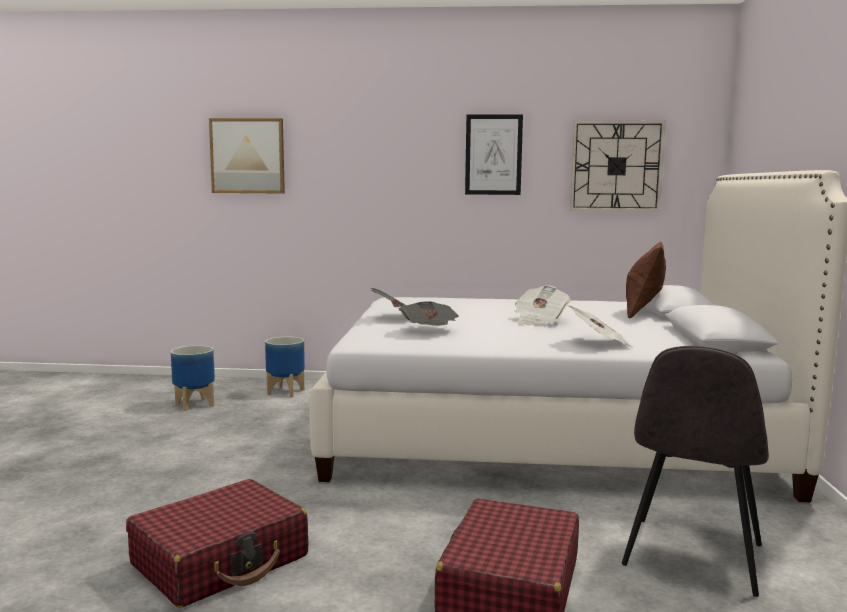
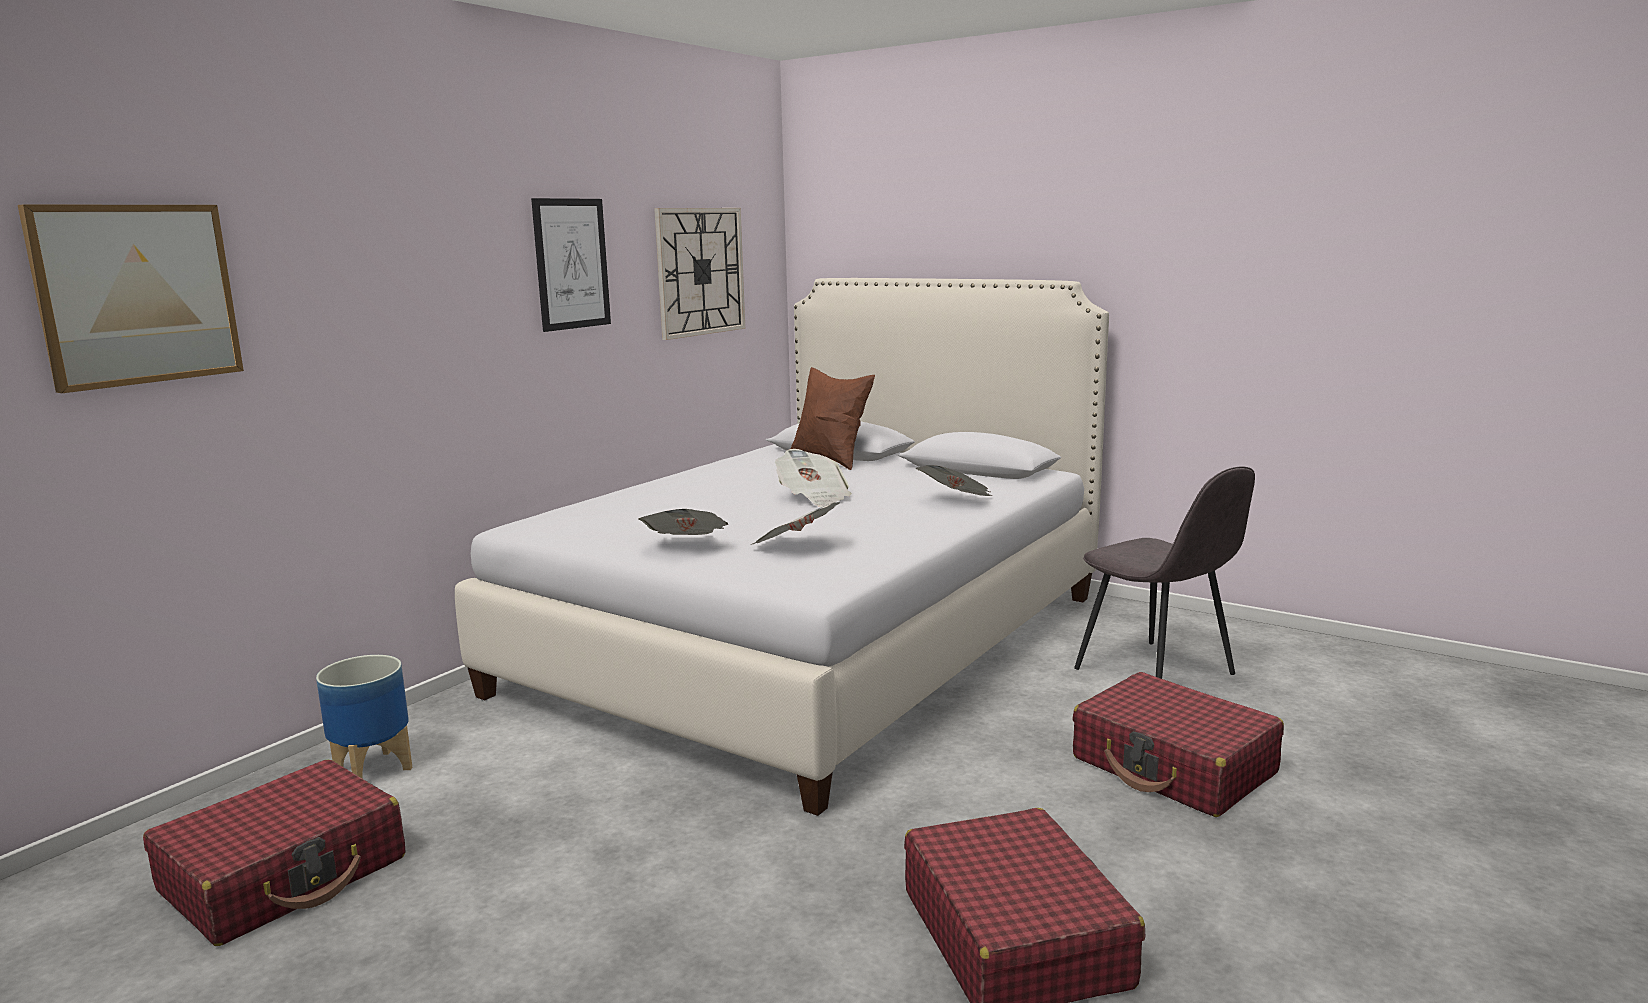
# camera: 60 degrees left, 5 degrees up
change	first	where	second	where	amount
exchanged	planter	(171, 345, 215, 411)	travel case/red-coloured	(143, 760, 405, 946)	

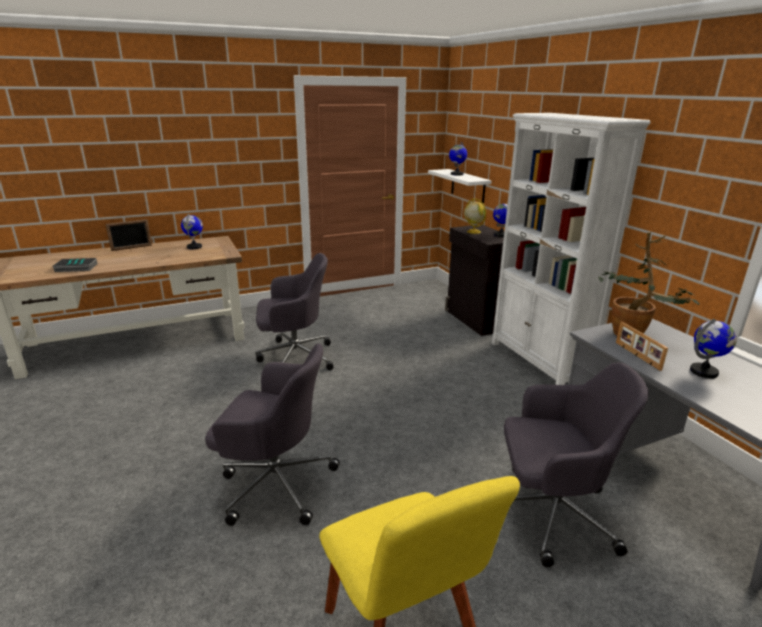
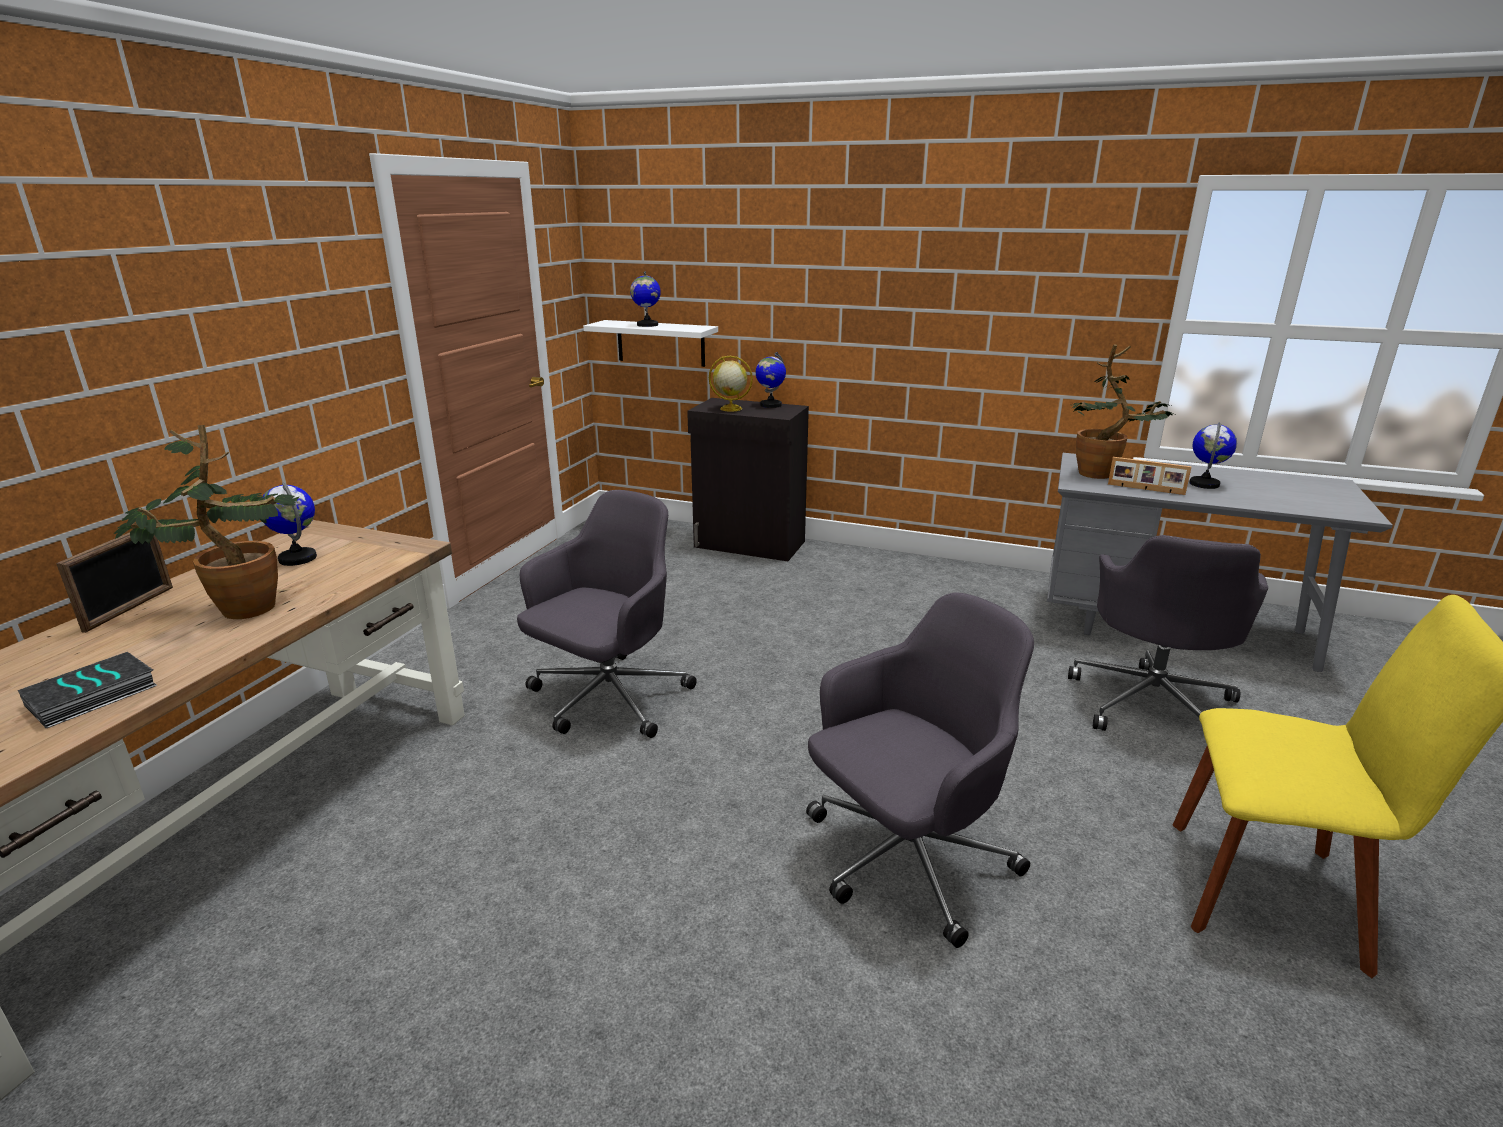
# camera: 45 degrees left, 0 degrees up
change	first	where	second	where	amount
missing	bookshelf/white	(491, 113, 651, 385)			
spun	office chair/greyish	(504, 362, 648, 567)		(1068, 535, 1268, 731)	150 degrees clockwise
appeared			houseplant	(114, 425, 299, 619)	

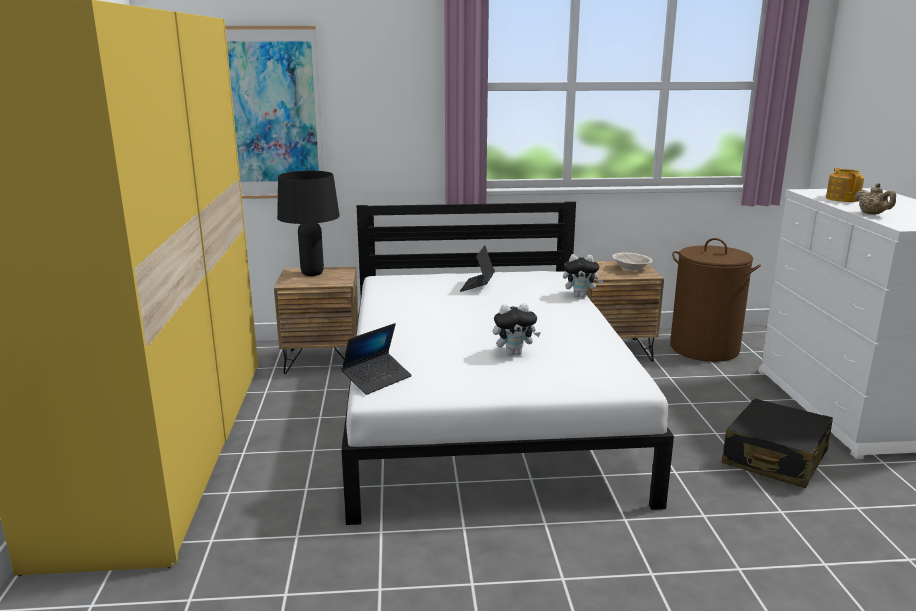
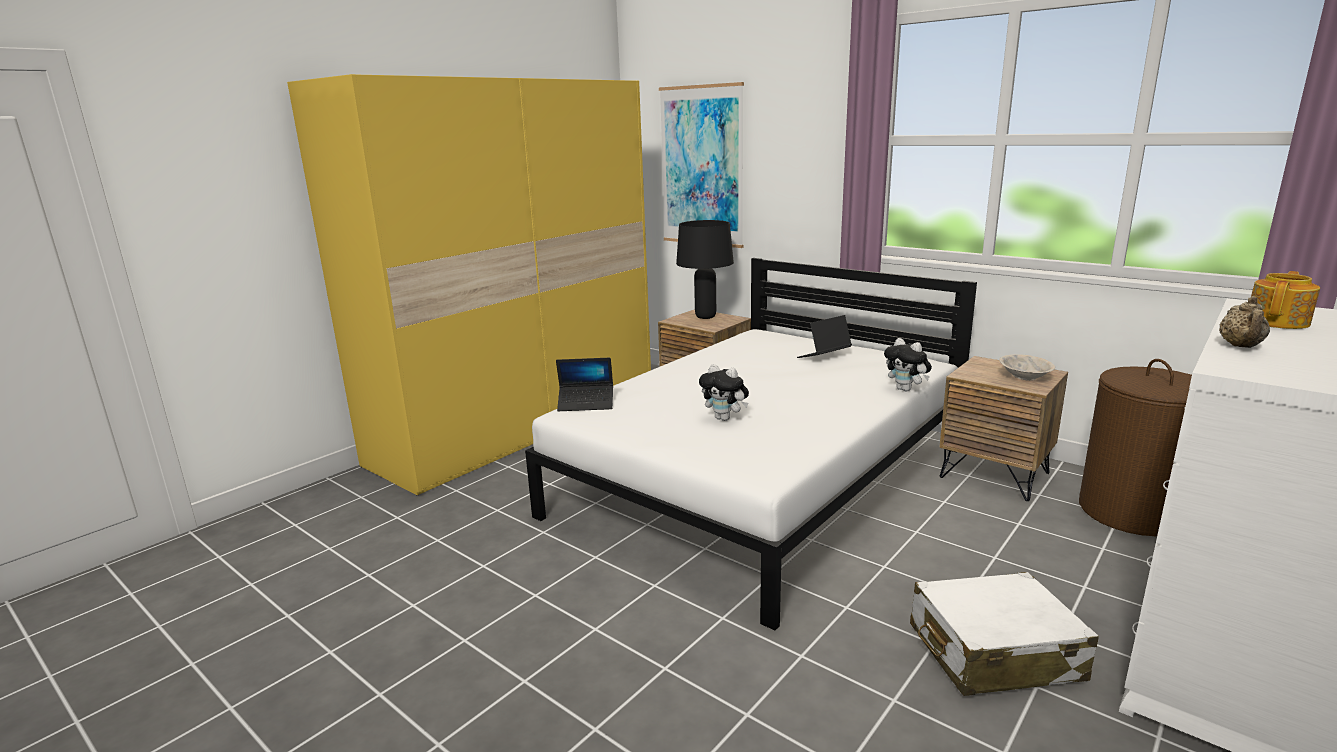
# camera: 45 degrees right, 0 degrees up
change	first	where	second	where	amount
colour	travel case/black-coloured	(722, 398, 833, 488)	travel case/white	(910, 572, 1099, 696)	

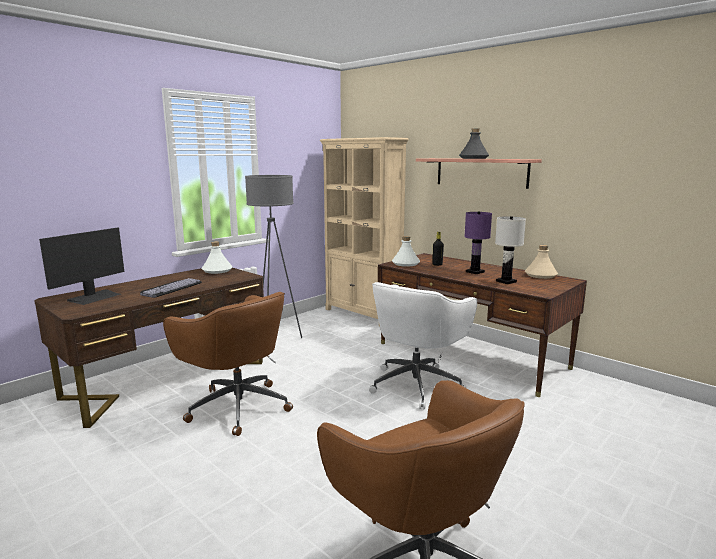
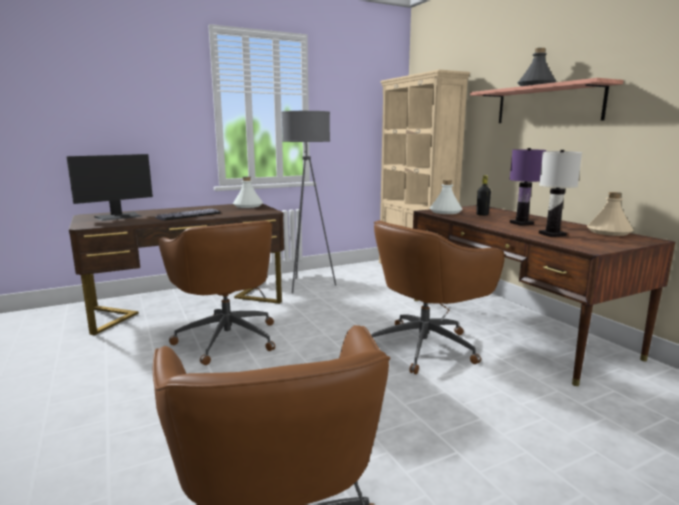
# camera: 20 degrees right, 0 degrees up
change	first	where	second	where	amount
colour	office chair/white	(369, 282, 477, 410)	office chair/brownish	(371, 220, 505, 374)	

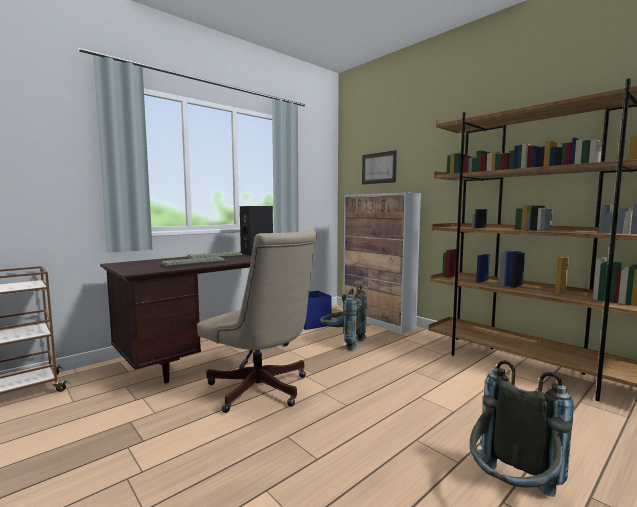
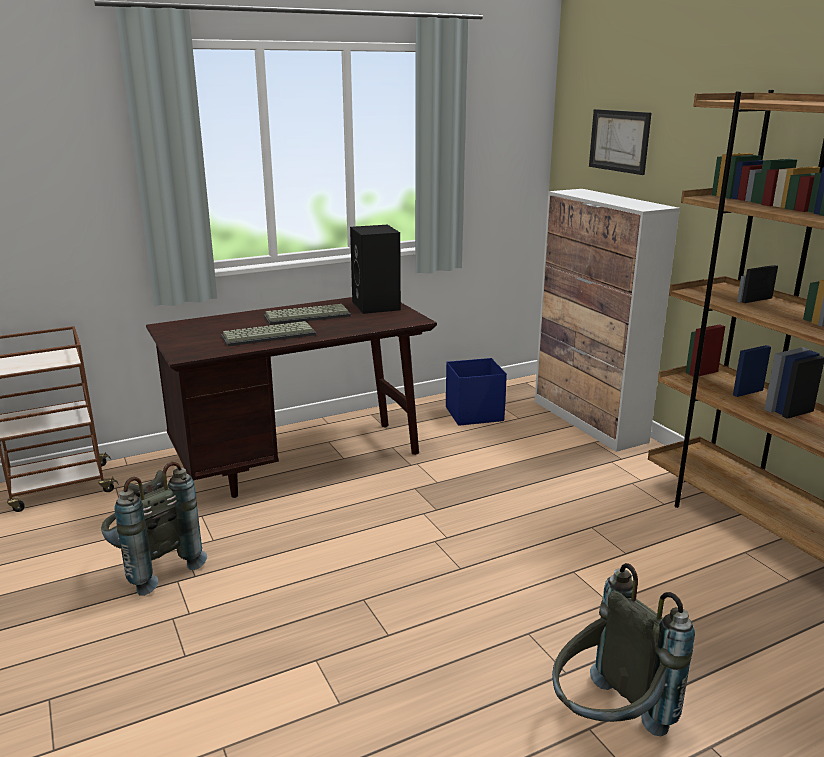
# camera: 15 degrees right, 15 degrees up
change	first	where	second	where	amount
missing	office chair/beige	(197, 230, 317, 413)			
relocated	rucksack/greyish	(320, 285, 367, 350)		(101, 462, 207, 596)	

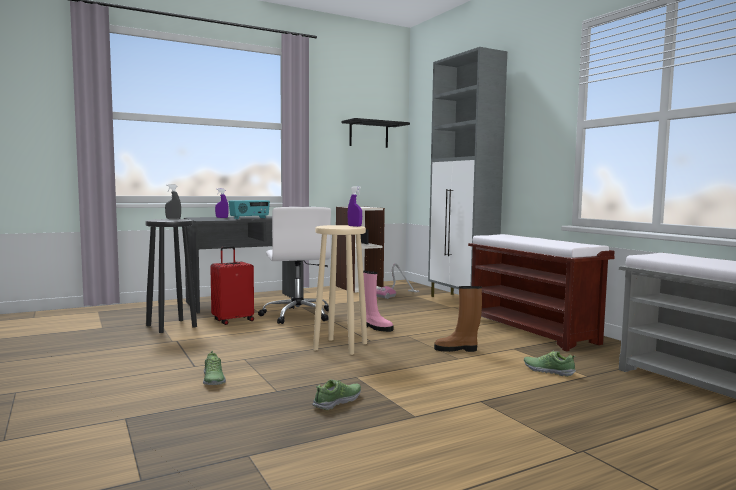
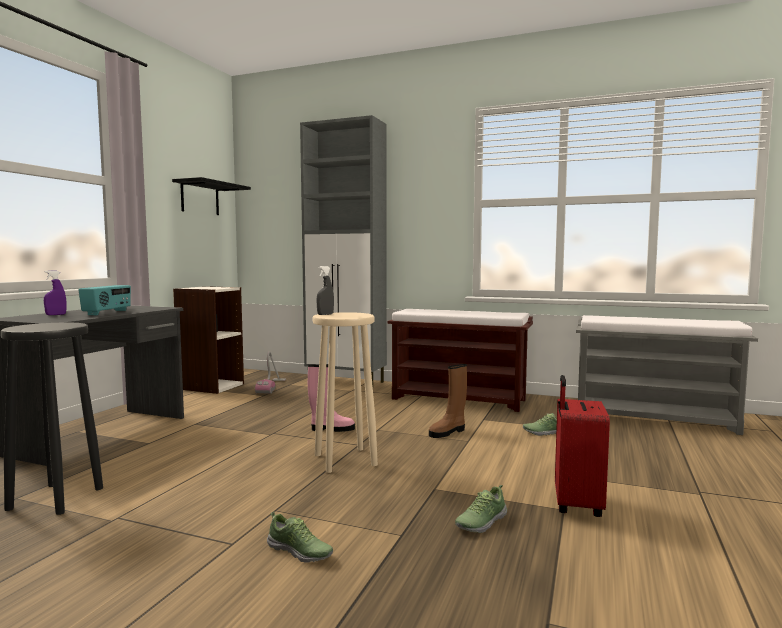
# camera: 40 degrees left, 0 degrees up
change	first	where	second	where	amount
relocated	sprayer/greyish	(165, 184, 181, 219)		(317, 266, 334, 315)	
relocated	travel case/red-coloured	(210, 246, 254, 325)		(555, 375, 610, 517)	
missing	office chair/white	(258, 207, 331, 324)			
spun	low shoe	(312, 379, 361, 410)		(455, 485, 507, 533)	135 degrees counterclockwise
missing	sprayer/purple	(347, 186, 362, 227)			

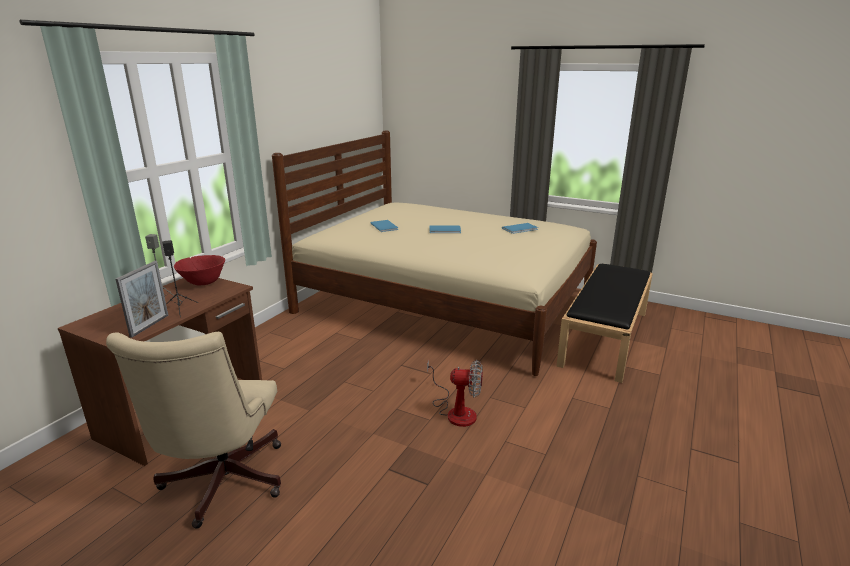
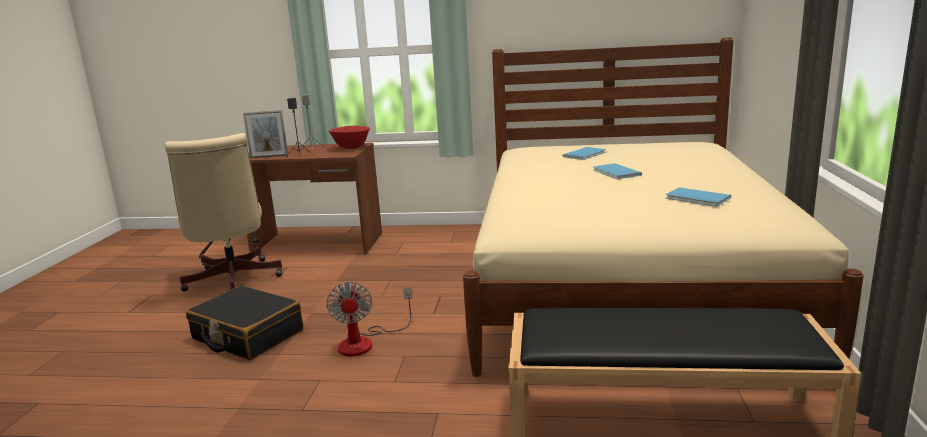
# camera: 70 degrees right, 5 degrees down
change	first	where	second	where	amount
spun	office chair/beige	(106, 332, 281, 529)		(165, 133, 283, 291)	90 degrees counterclockwise
appeared			travel case/black-coloured	(186, 285, 303, 360)	

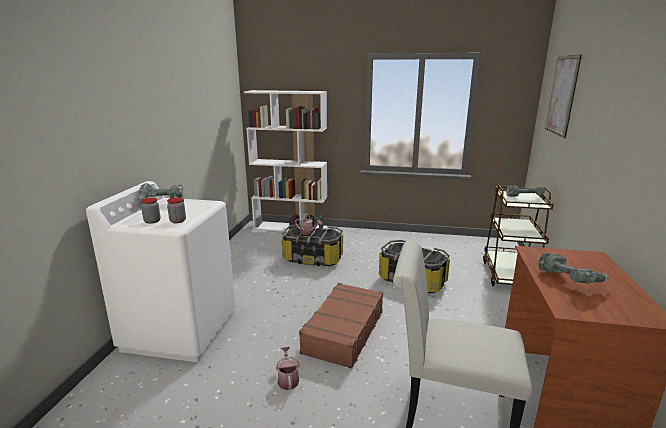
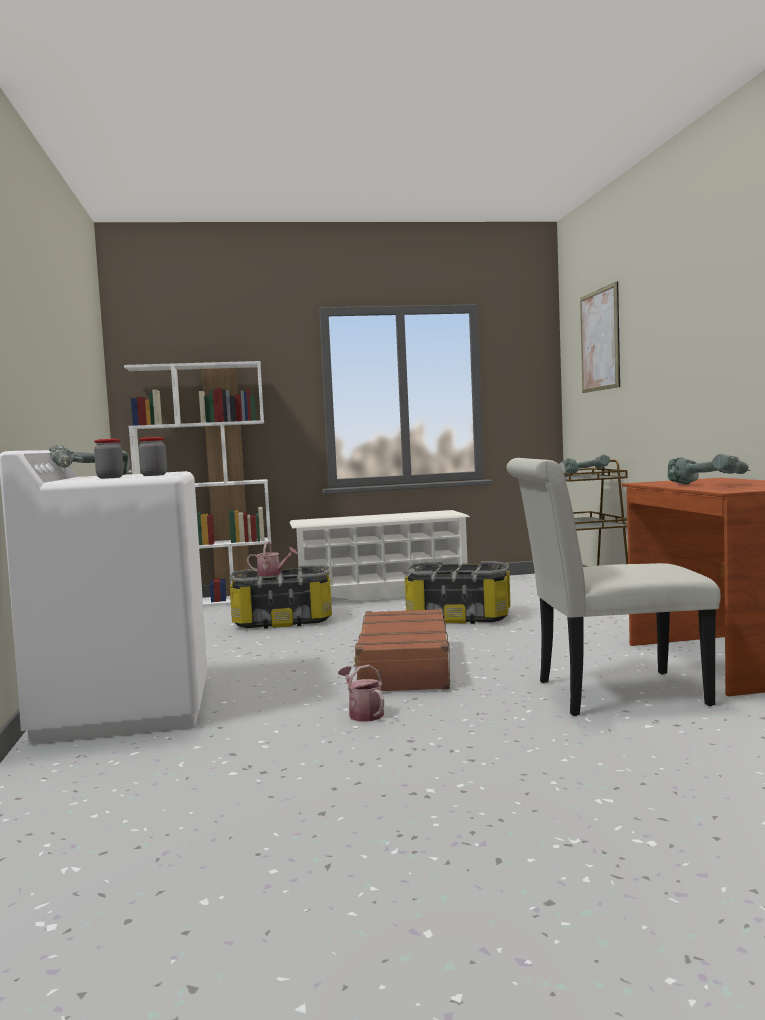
# camera: 20 degrees left, 15 degrees down
change	first	where	second	where	amount
appeared			shoe shelf/white	(289, 510, 470, 599)	

